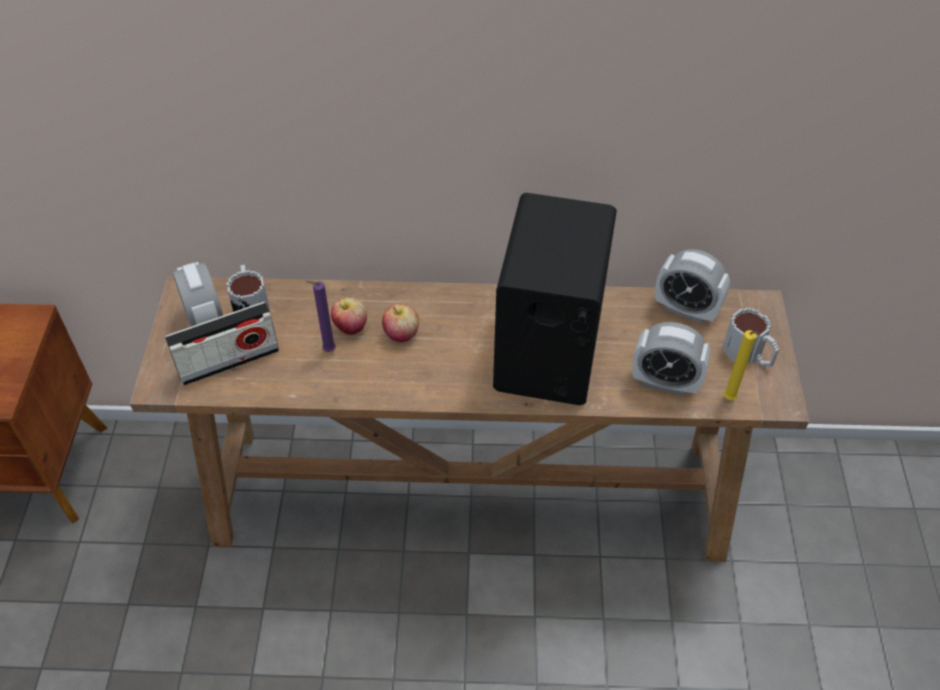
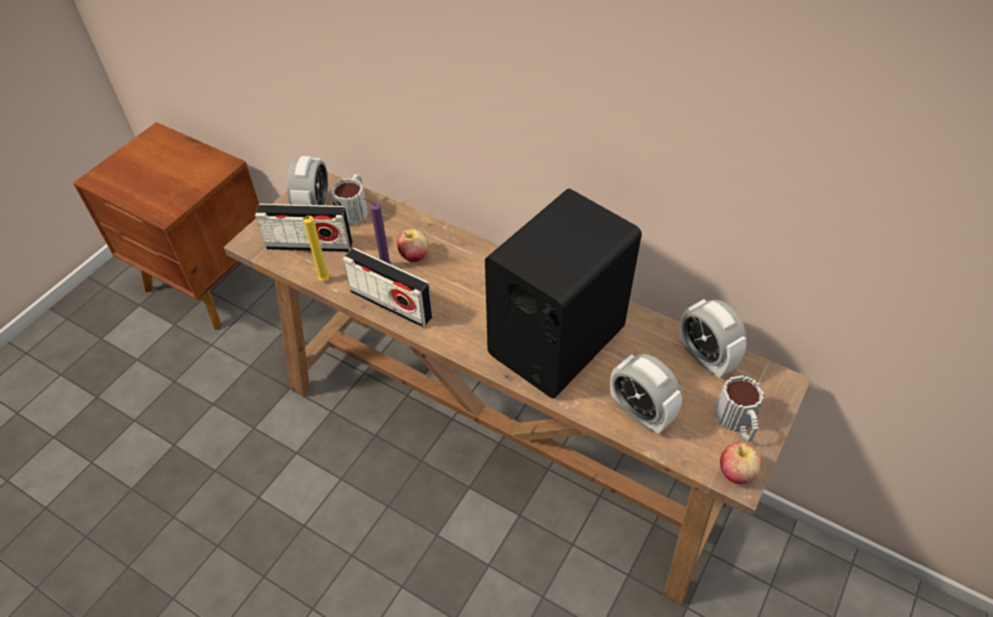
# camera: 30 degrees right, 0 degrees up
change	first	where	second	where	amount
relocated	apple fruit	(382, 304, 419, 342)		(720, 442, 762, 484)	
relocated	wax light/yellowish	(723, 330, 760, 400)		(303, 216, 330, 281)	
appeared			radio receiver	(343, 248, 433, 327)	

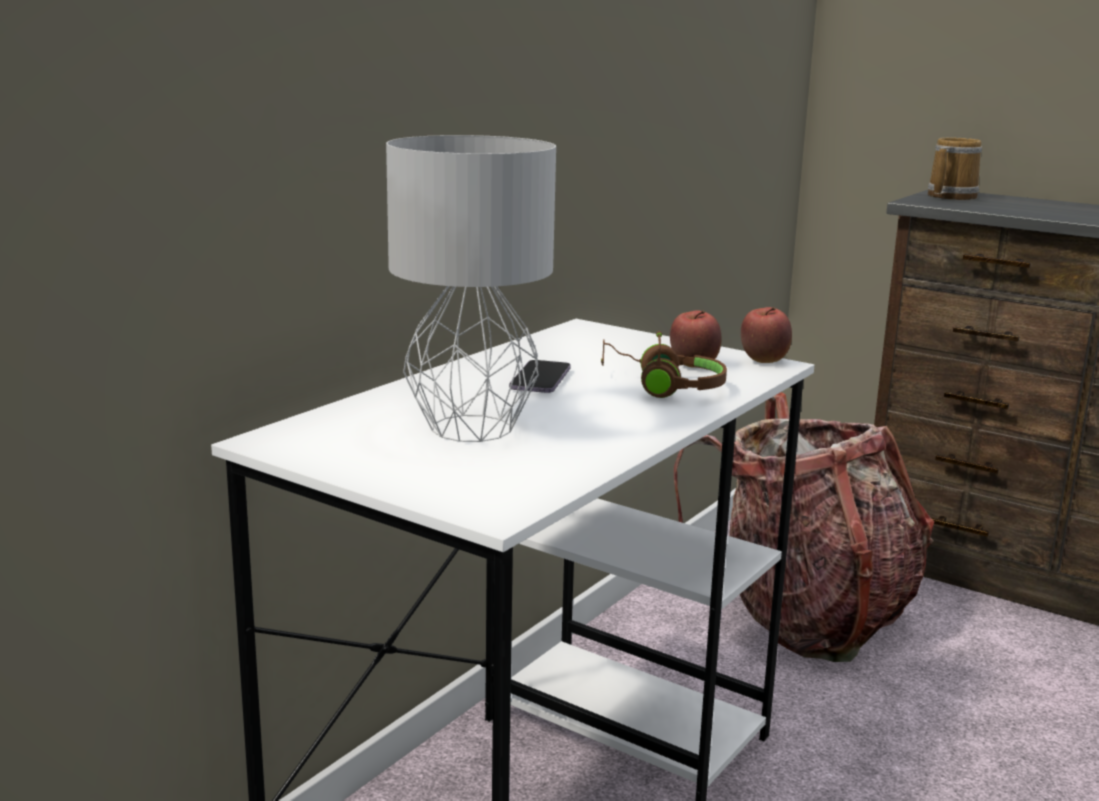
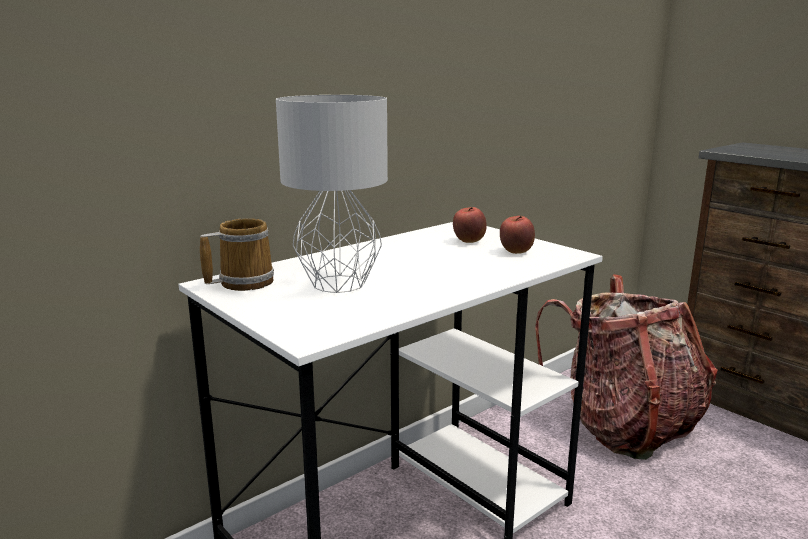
# camera: 15 degrees right, 0 degrees up
change	first	where	second	where	amount
missing	phone	(509, 360, 571, 393)			
missing	headset/brownish	(601, 331, 727, 398)			
relocated	apple fruit	(741, 307, 792, 363)		(453, 207, 486, 243)	
relocated	tea mug	(928, 138, 982, 200)		(200, 218, 274, 291)	

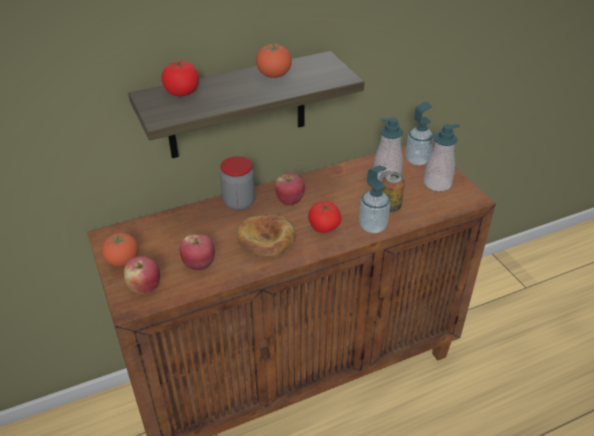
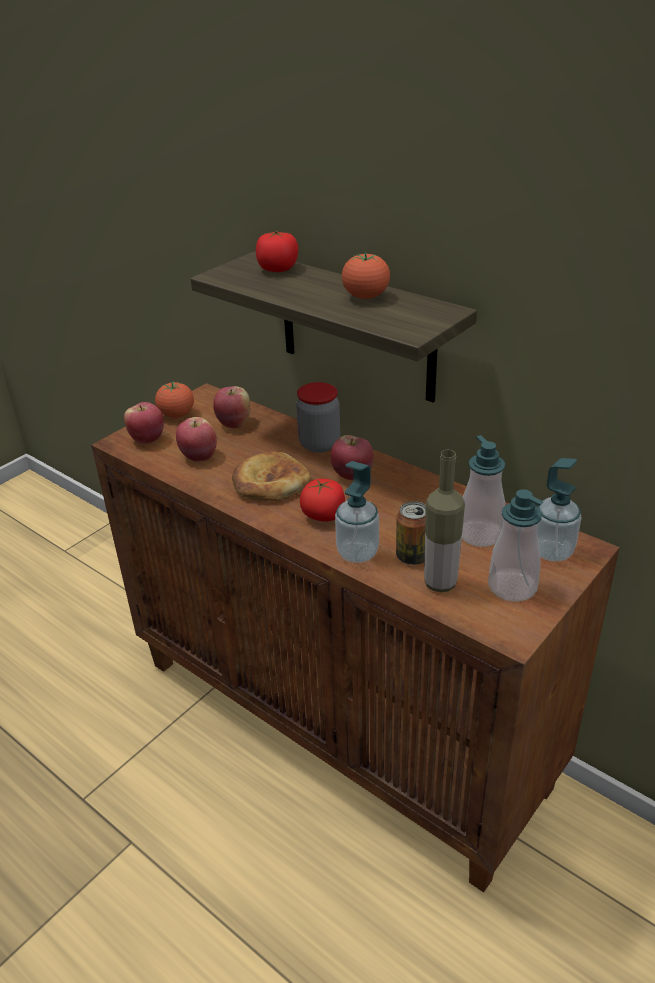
# camera: 65 degrees right, 5 degrees down
change	first	where	second	where	amount
appeared			apple fruit	(213, 386, 251, 429)	
appeared			drink bottle	(424, 450, 465, 592)	

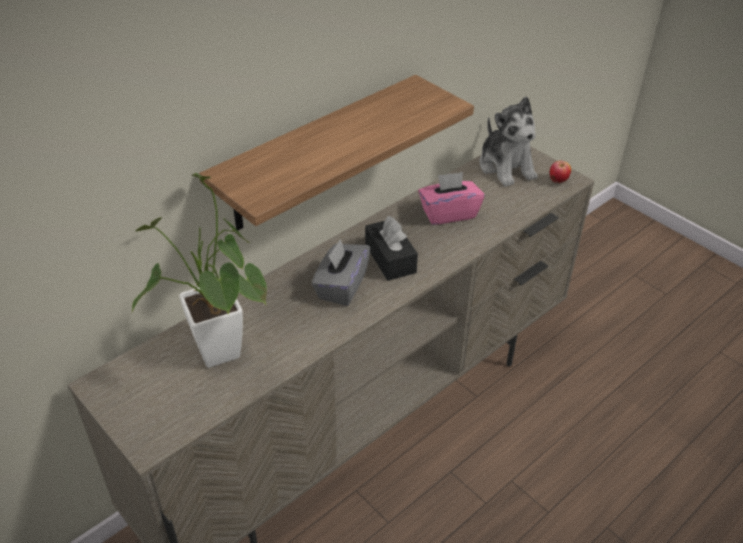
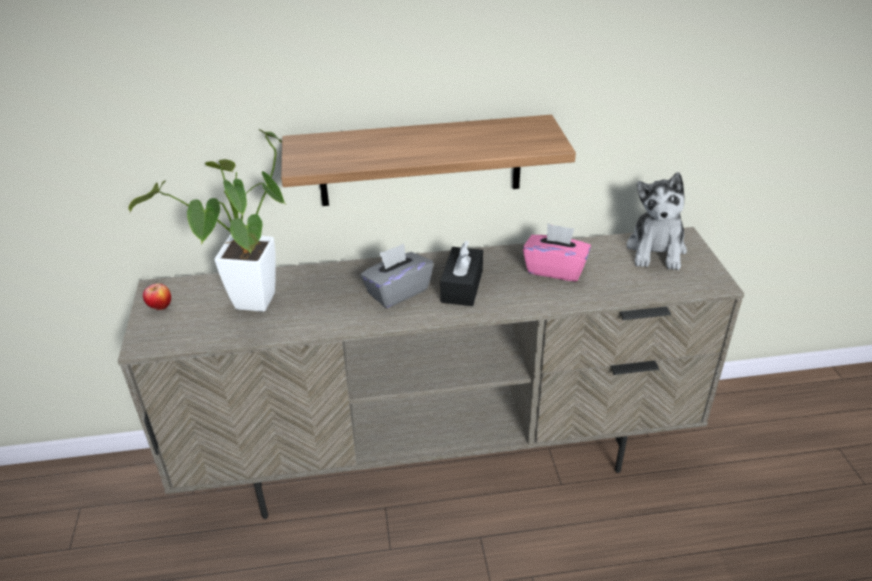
# camera: 35 degrees right, 5 degrees down
change	first	where	second	where	amount
relocated	apple fruit	(550, 160, 571, 183)		(143, 283, 171, 310)	

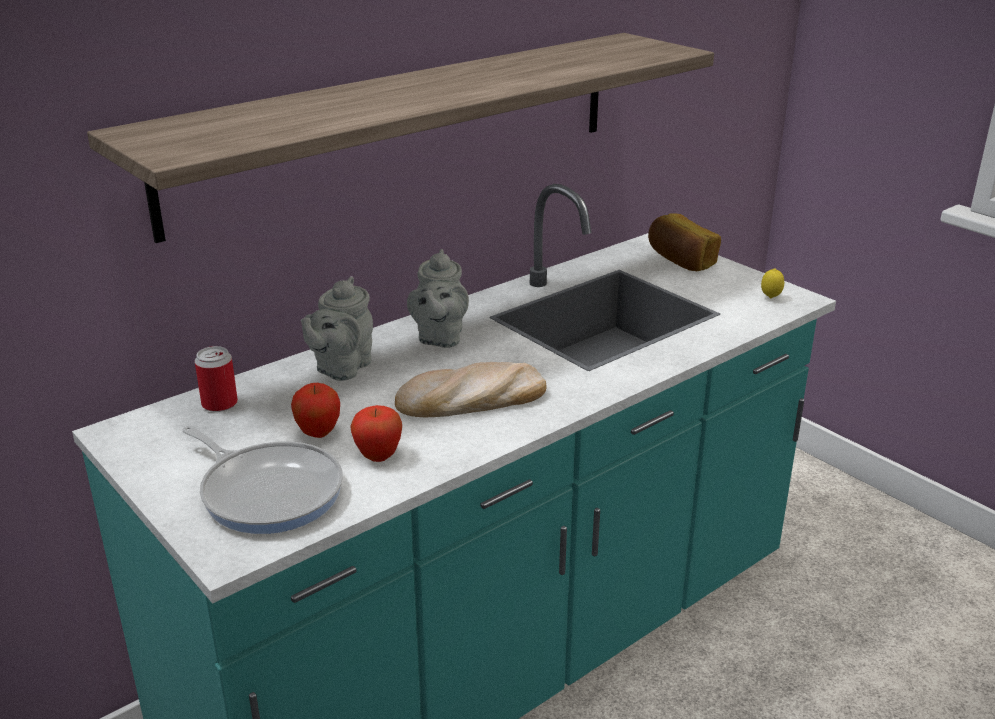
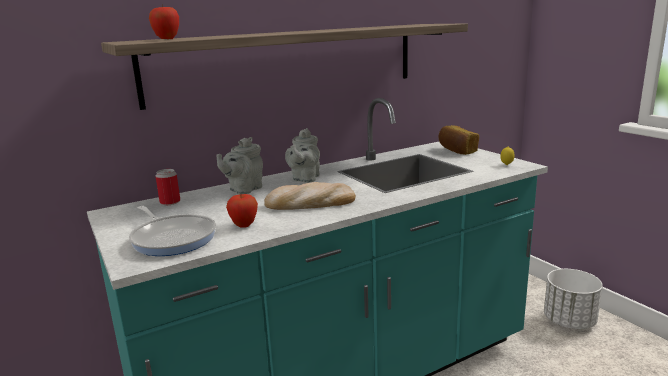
# camera: 10 degrees right, 10 degrees down
change	first	where	second	where	amount
relocated	apple fruit	(291, 383, 340, 438)		(149, 4, 179, 39)	
appeared			planter/white	(544, 269, 603, 329)	

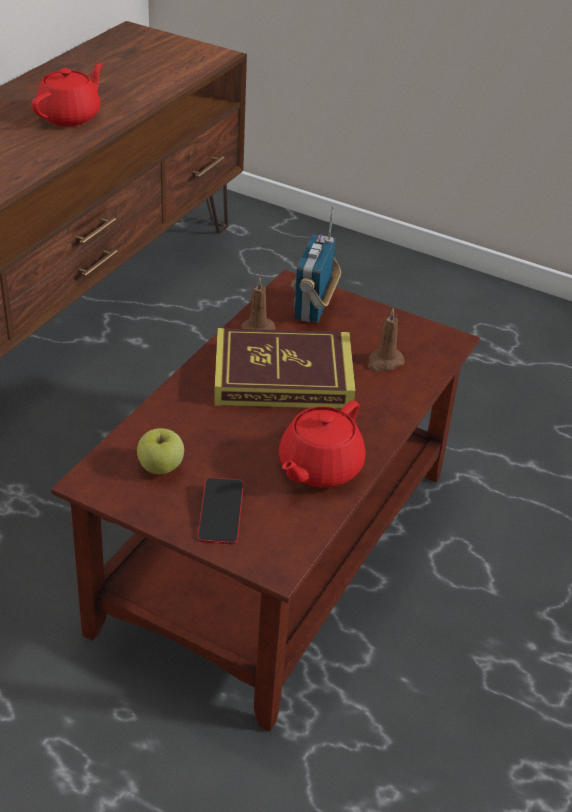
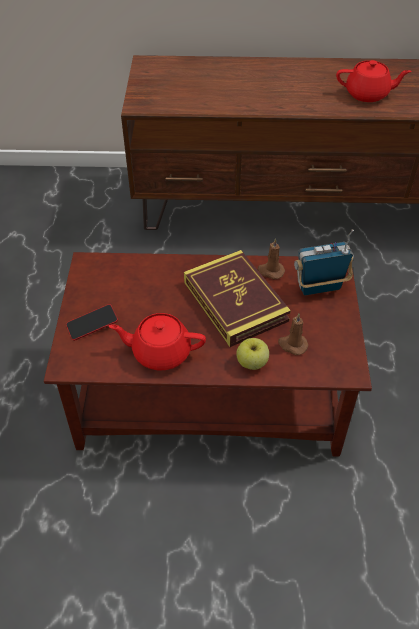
# camera: 65 degrees right, 10 degrees up
change	first	where	second	where	amount
relocated	apple fruit	(137, 428, 184, 474)		(236, 338, 269, 370)	

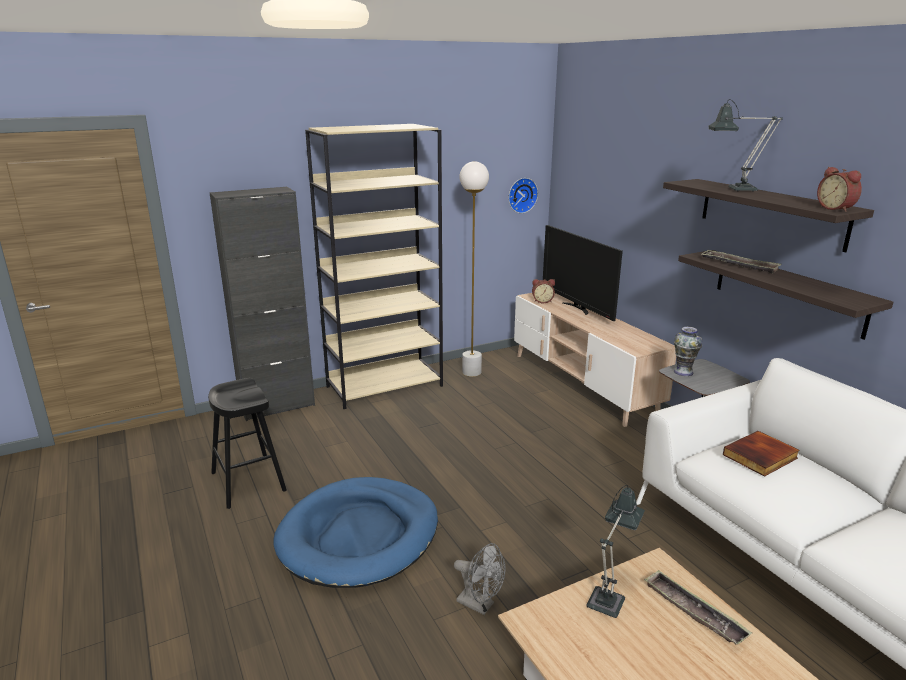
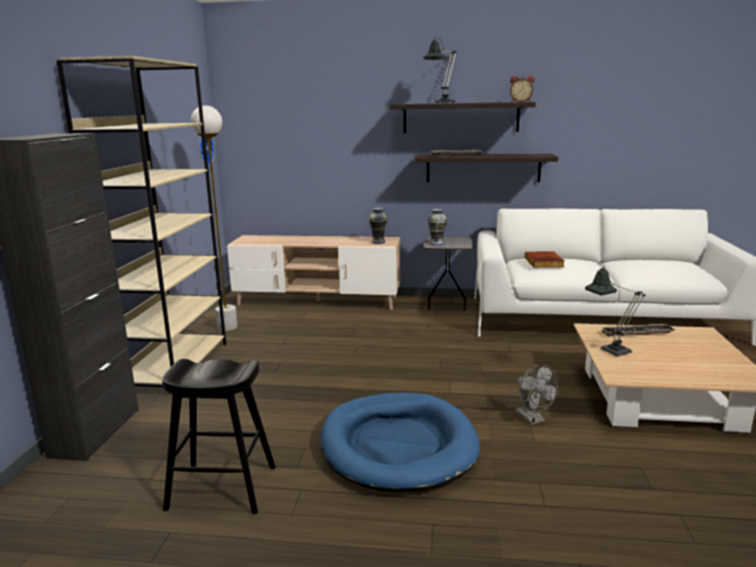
# camera: 55 degrees left, 5 degrees down
change	first	where	second	where	amount
spun	electric fan/greyish	(454, 543, 505, 615)		(515, 365, 559, 425)	90 degrees clockwise
missing	table clock	(532, 279, 555, 303)			
missing	TV set	(543, 225, 623, 321)			
appeared			decorative vase	(369, 208, 388, 244)	

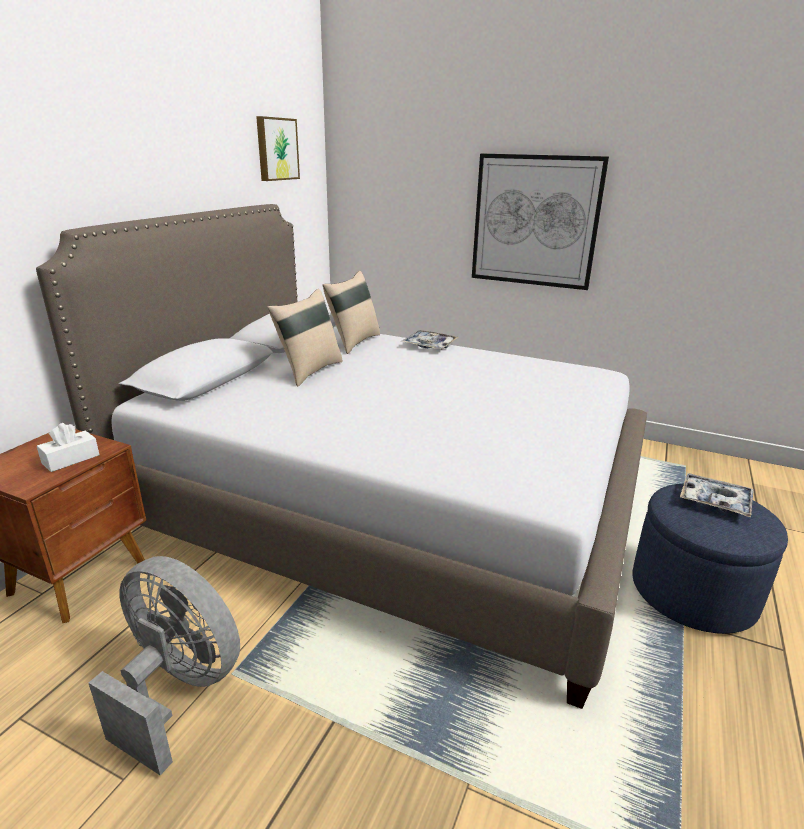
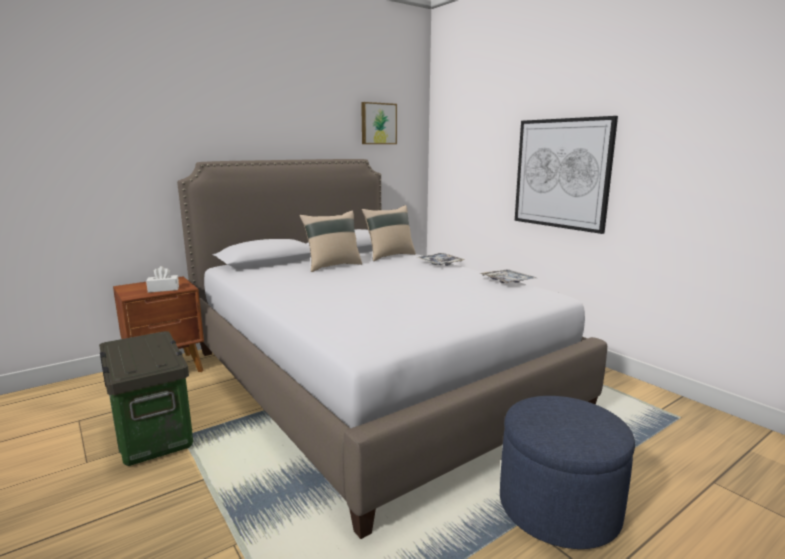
# camera: 30 degrees right, 10 degrees down
change	first	where	second	where	amount
exchanged	electric fan/greyish	(89, 556, 240, 775)	storage container	(99, 331, 193, 466)	
relocated	tray	(680, 473, 754, 518)		(480, 270, 536, 283)	

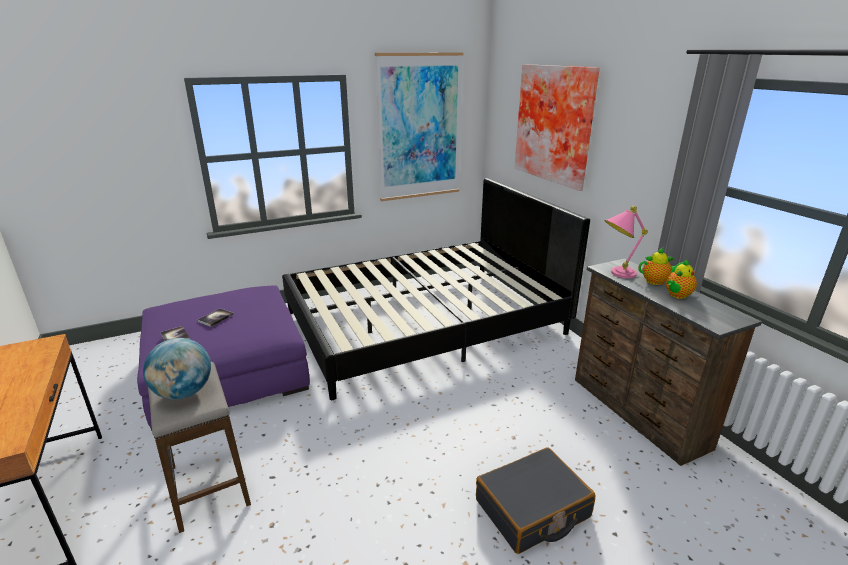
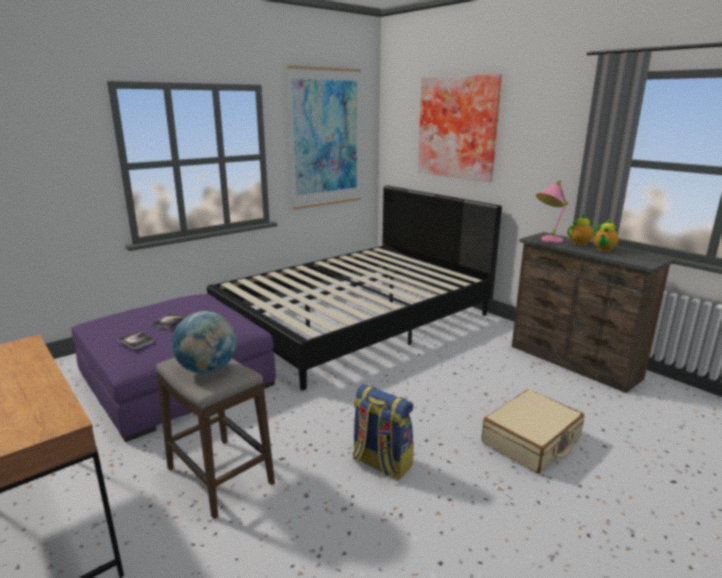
# camera: 15 degrees left, 5 degrees down
change	first	where	second	where	amount
colour	travel case/black-coloured	(476, 447, 595, 554)	travel case/beige	(482, 389, 584, 473)	
appeared			rucksack	(353, 384, 414, 481)	

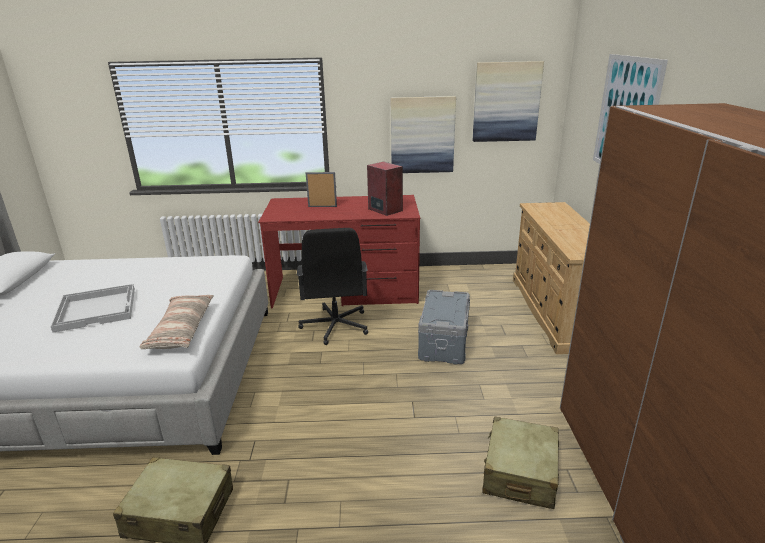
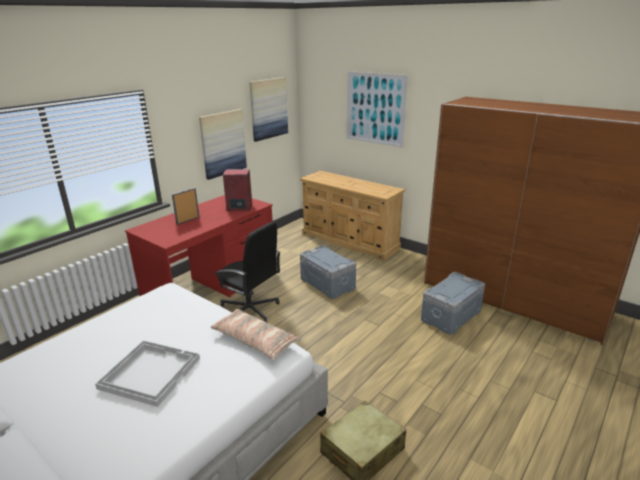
# camera: 50 degrees left, 0 degrees up
change	first	where	second	where	amount
exchanged	travel case/beige	(482, 416, 559, 509)	storage container/greyish	(421, 272, 485, 335)	

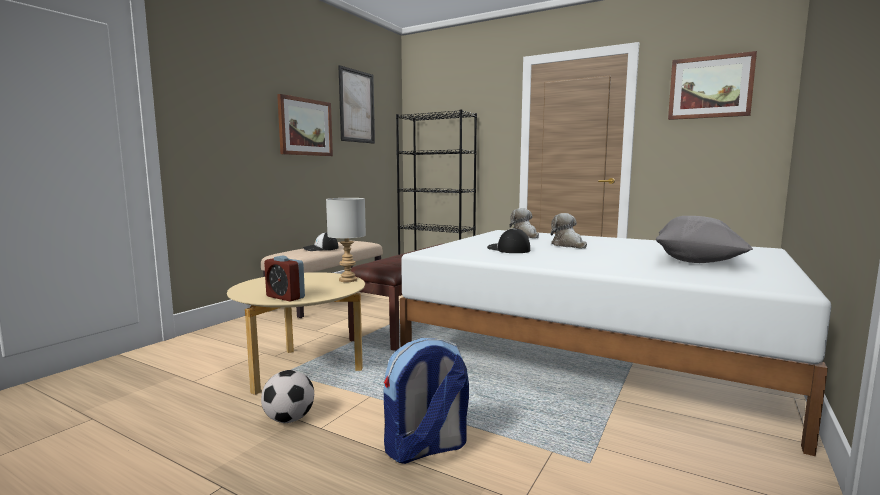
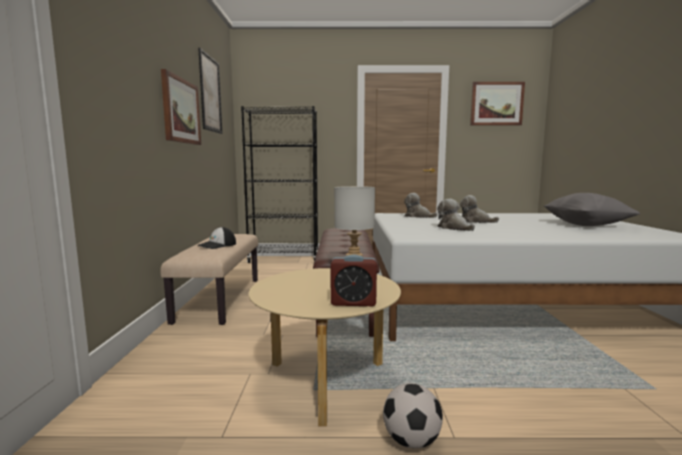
# camera: 30 degrees left, 0 degrees up
change	first	where	second	where	amount
missing	rucksack	(384, 338, 469, 464)			
exchanged	baseball cap	(487, 228, 530, 253)	soft toy	(437, 199, 475, 231)	

